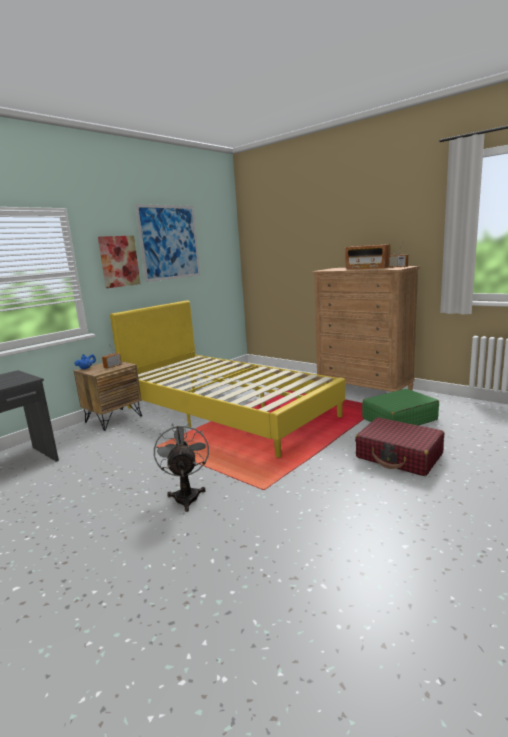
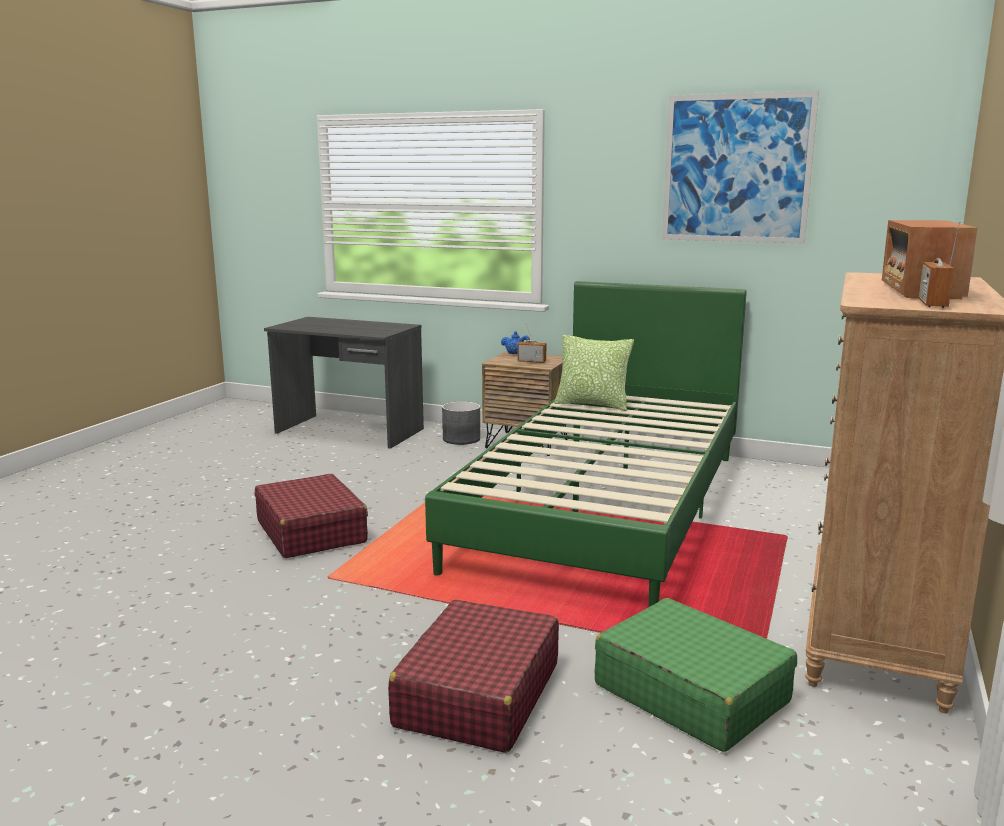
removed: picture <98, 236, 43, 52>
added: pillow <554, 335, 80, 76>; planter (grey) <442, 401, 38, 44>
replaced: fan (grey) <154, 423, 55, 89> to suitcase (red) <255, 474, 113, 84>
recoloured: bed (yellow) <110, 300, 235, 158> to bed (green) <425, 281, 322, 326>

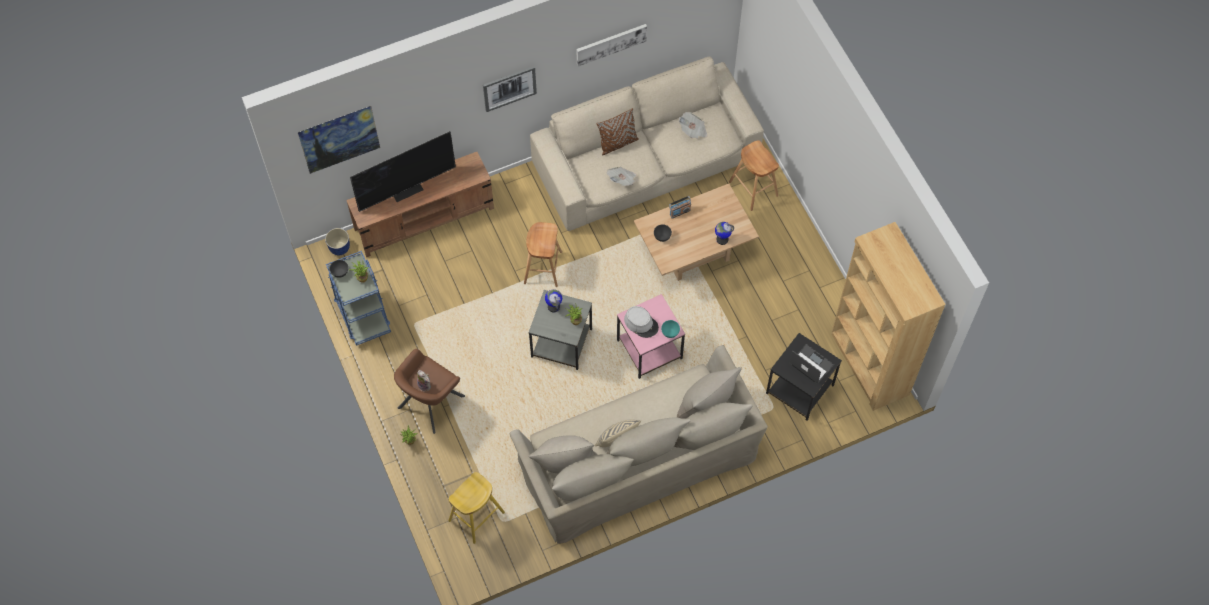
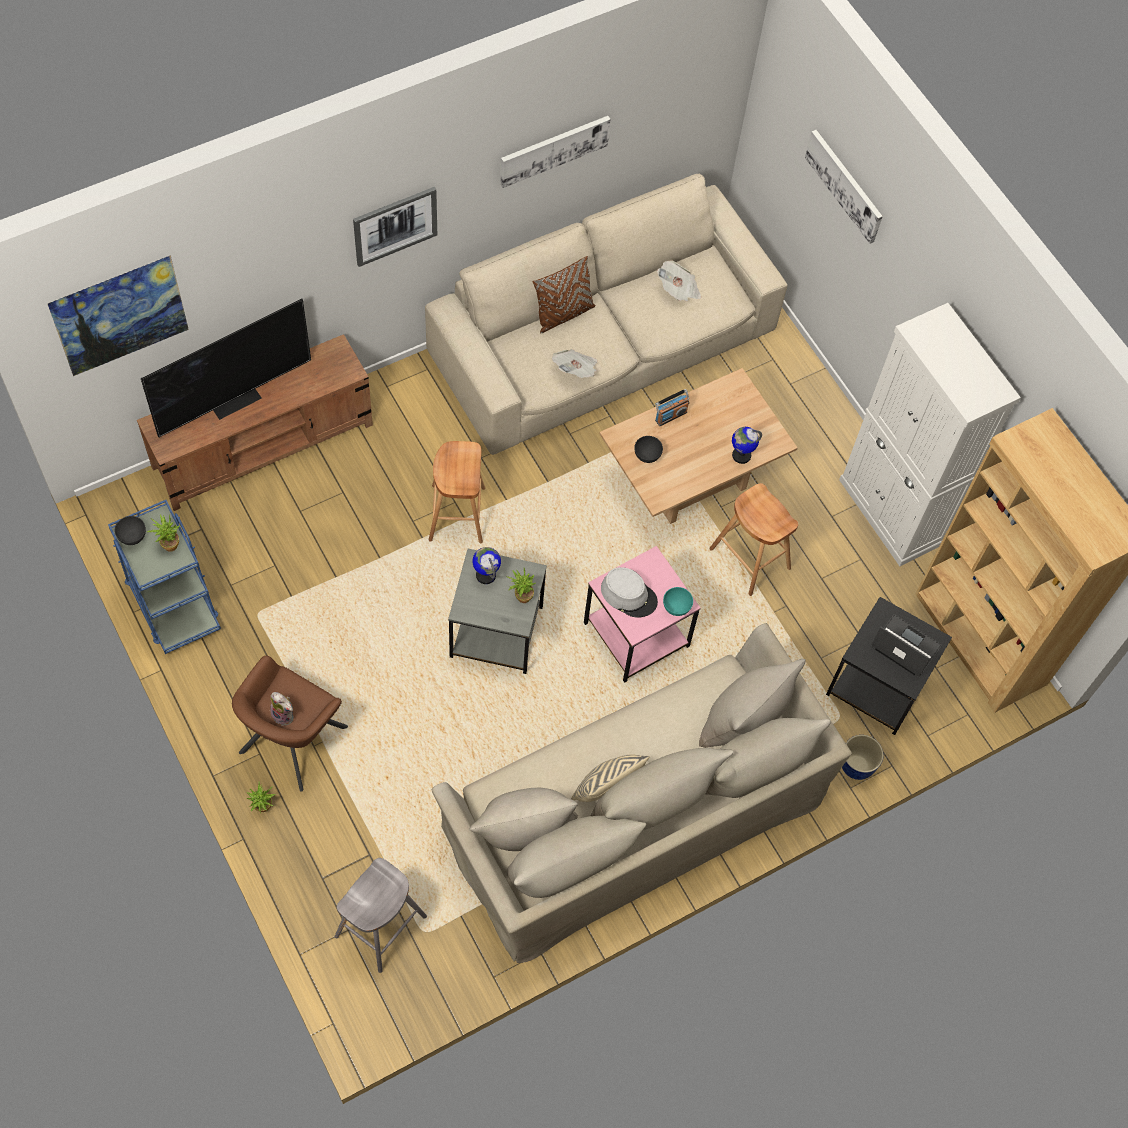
added: picture <805, 130, 78, 114>; cabinet (white) <839, 303, 182, 263>
moved: stool (brown) <729, 140, 50, 71> to <709, 483, 89, 113>; planter <325, 228, 25, 27> to <842, 735, 42, 45>
recoloured: stool (yellow) <448, 472, 57, 72> to stool (grey) <335, 858, 92, 115>

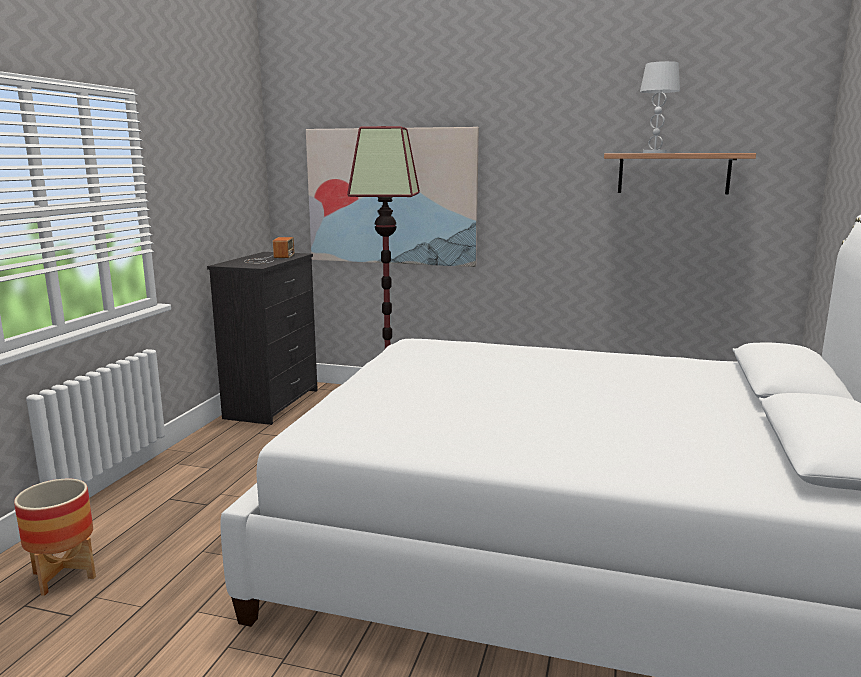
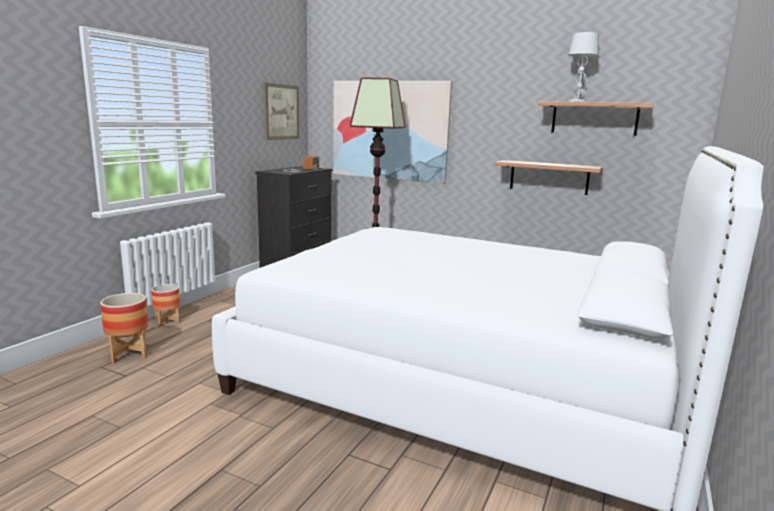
added: picture <264, 83, 35, 57>; shelf <495, 160, 108, 35>; planter <151, 284, 29, 43>

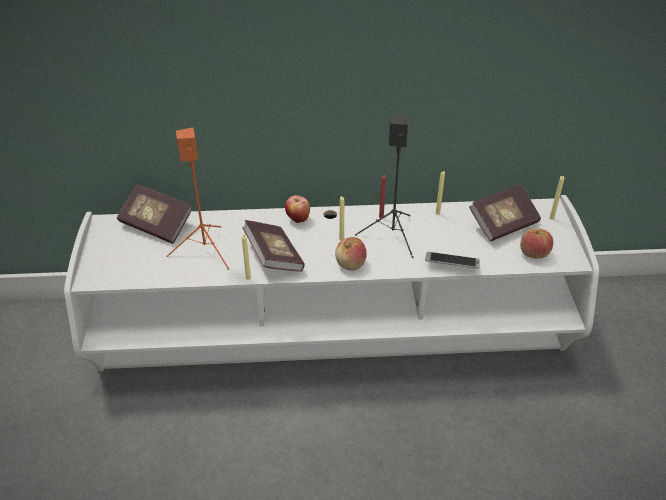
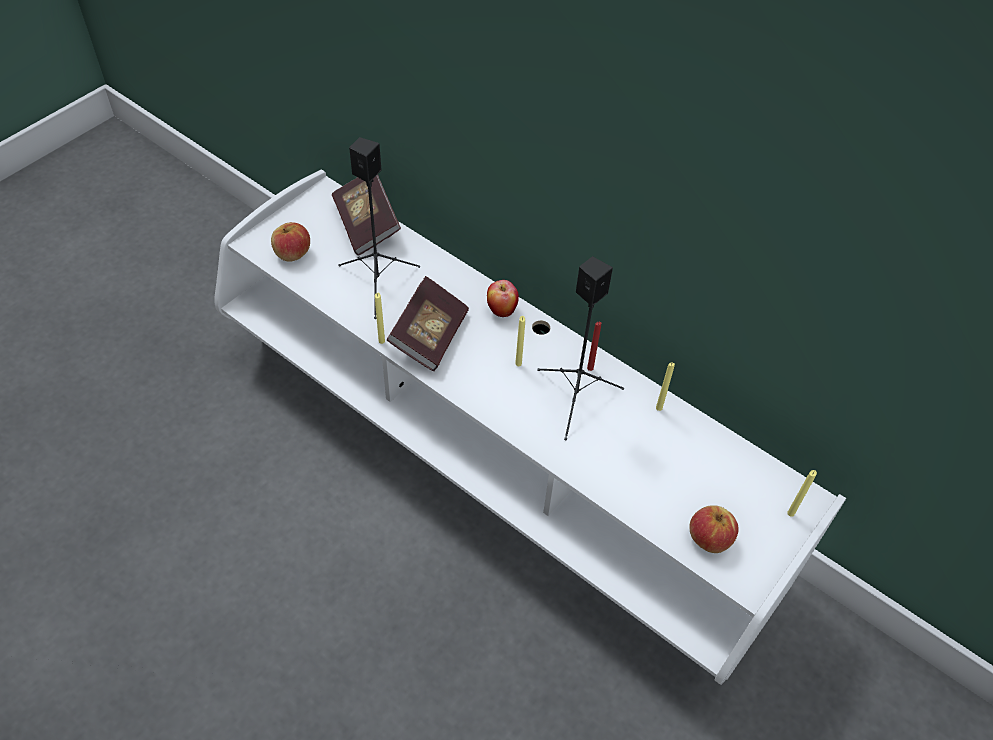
removed: book <469, 184, 72, 58>; phone <425, 252, 55, 17>
moved: apple <335, 237, 32, 33> to <271, 222, 39, 40>
recoloured: speaker (orange) <167, 127, 62, 143> to speaker (black) <338, 137, 82, 182>

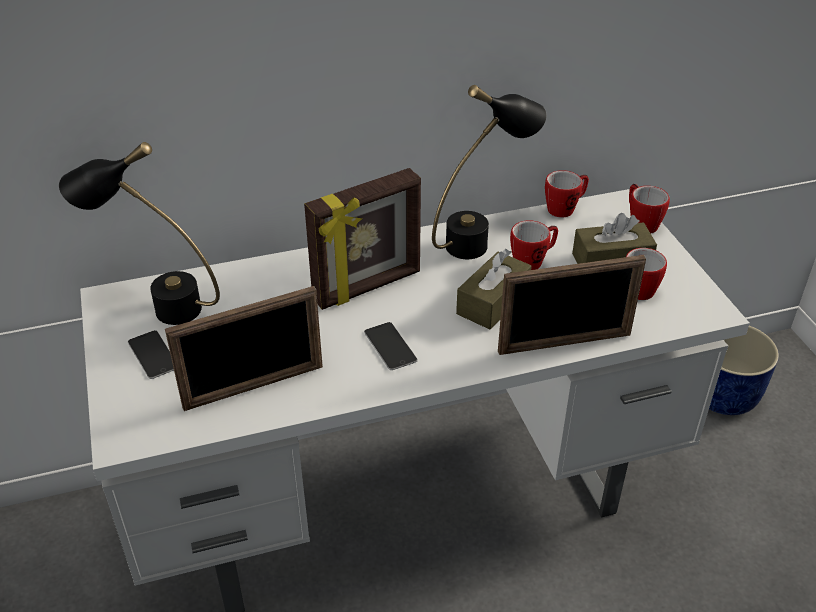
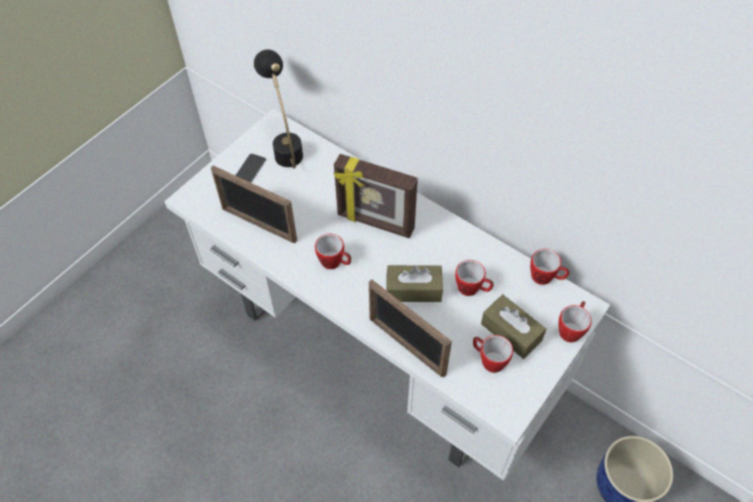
removed: table lamp (black) <432, 85, 115, 174>
replaced: phone <364, 322, 54, 48> to mug <315, 233, 36, 36>

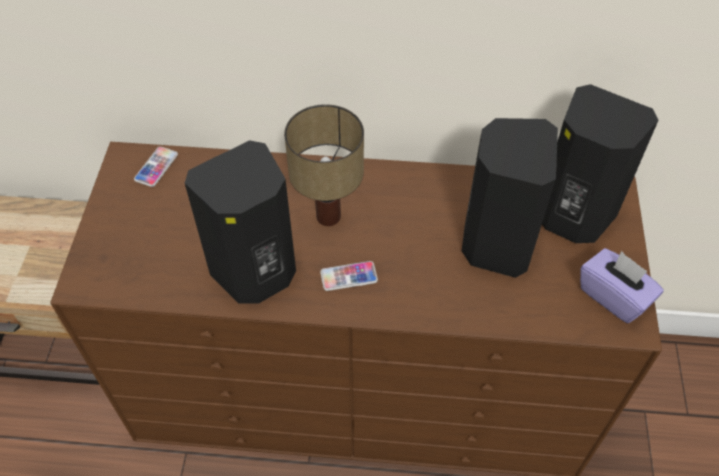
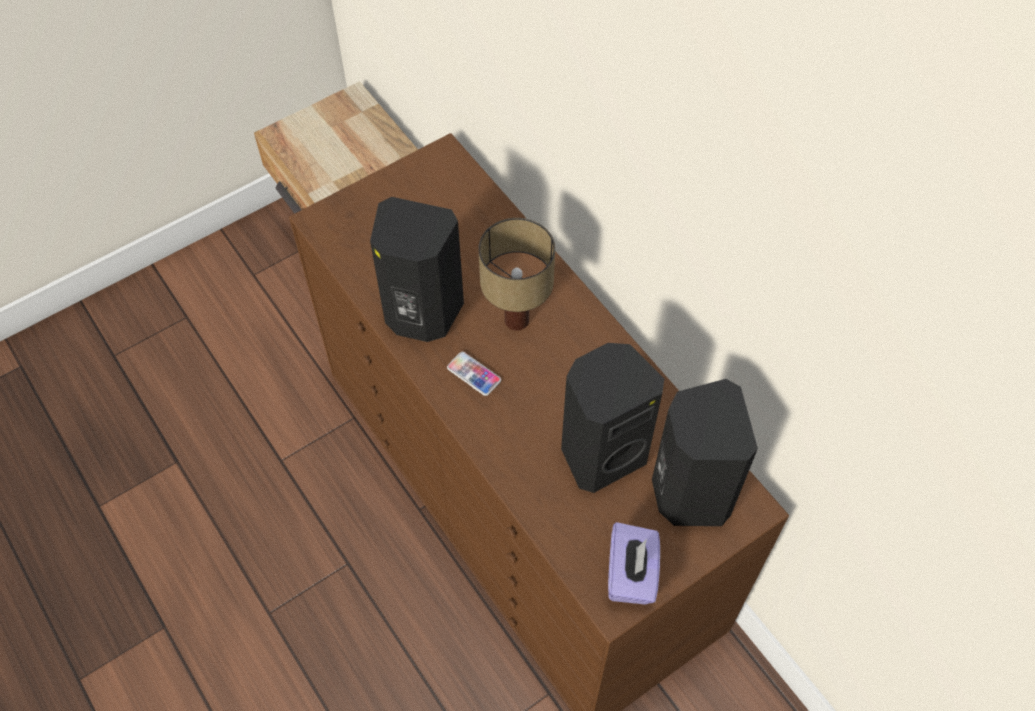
removed: phone <134, 146, 44, 41>

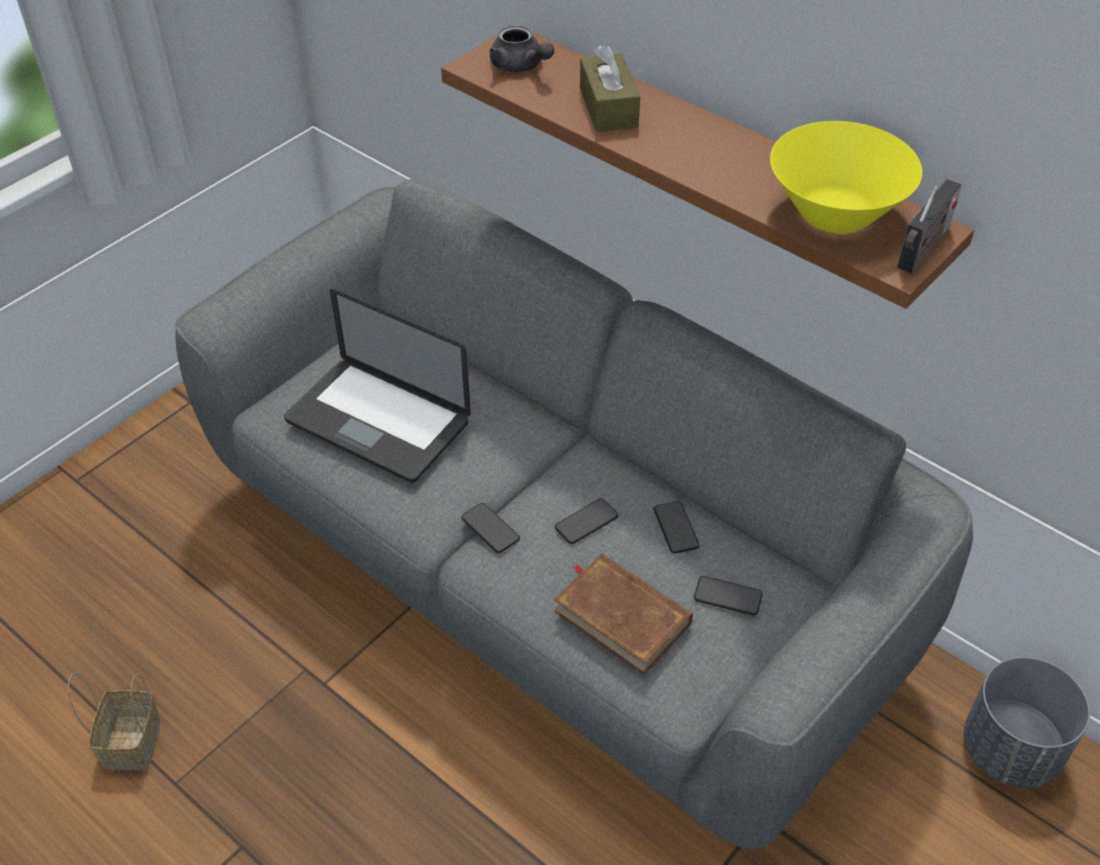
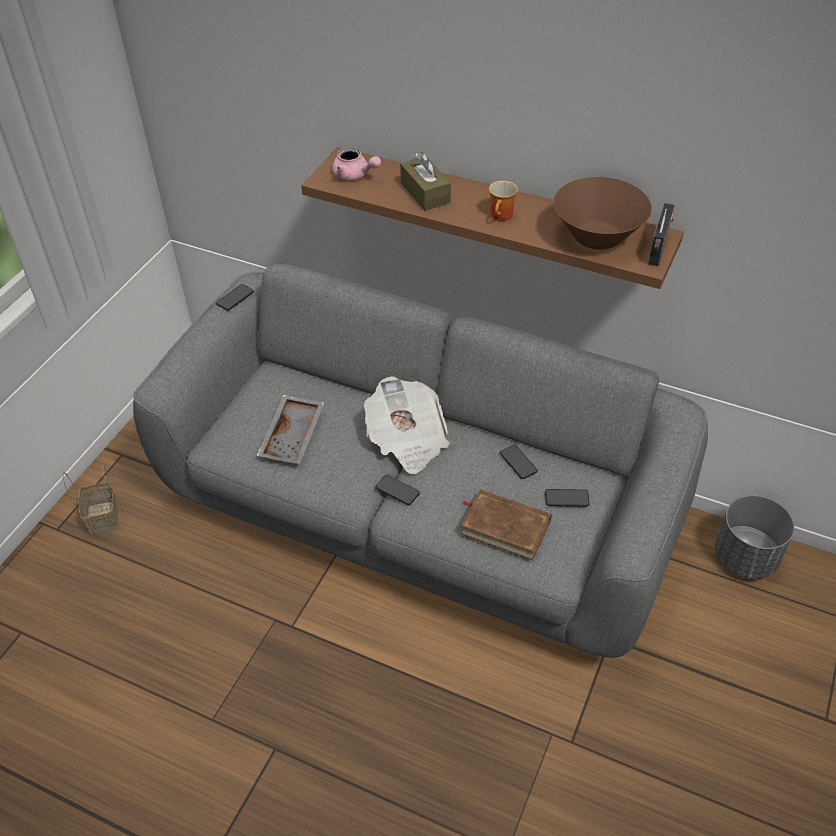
added: mug <489, 181, 29, 40>; newspaper <364, 376, 86, 98>
moved: phone <555, 498, 63, 46> to <216, 284, 38, 27>; basket <68, 673, 93, 97> to <63, 465, 55, 69>
replaced: laptop <284, 289, 187, 194> to tray (grey) <257, 395, 68, 69>
recoloured: teapot (grey) <489, 25, 65, 48> to teapot (pink) <332, 147, 49, 33>; bowl (yellow) <770, 121, 152, 112> to bowl (brown) <554, 177, 98, 73>

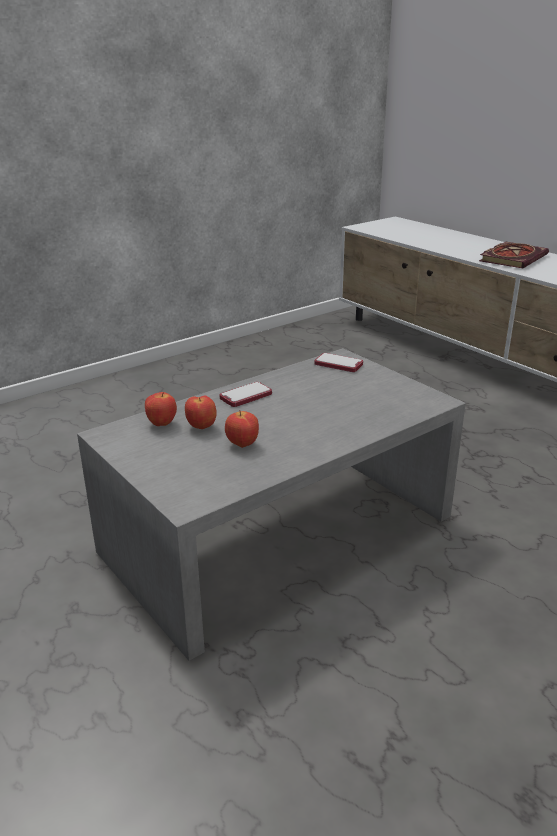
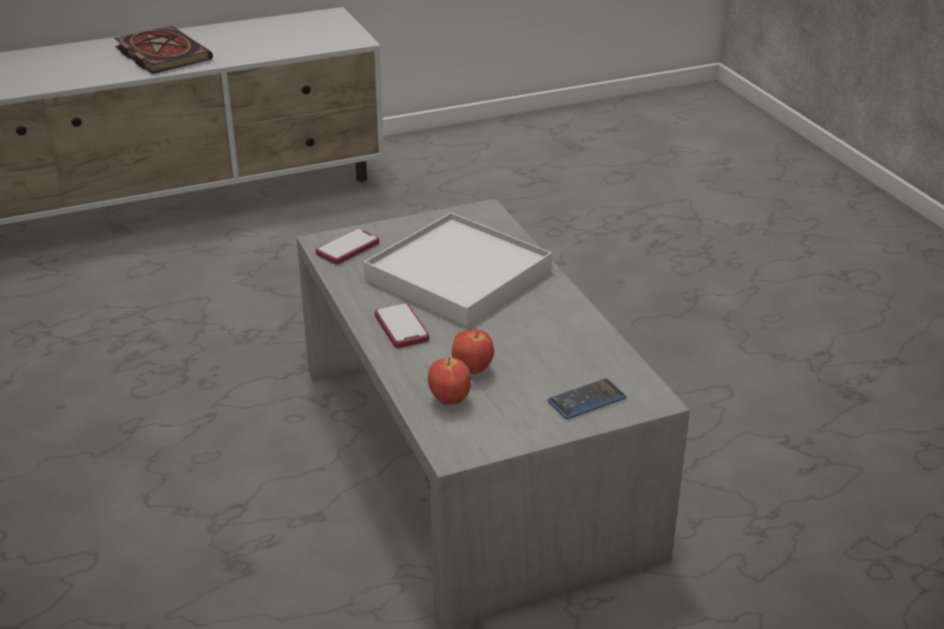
removed: apple <225, 411, 34, 37>
added: tray (white) <364, 213, 188, 113>; phone <547, 378, 80, 41>

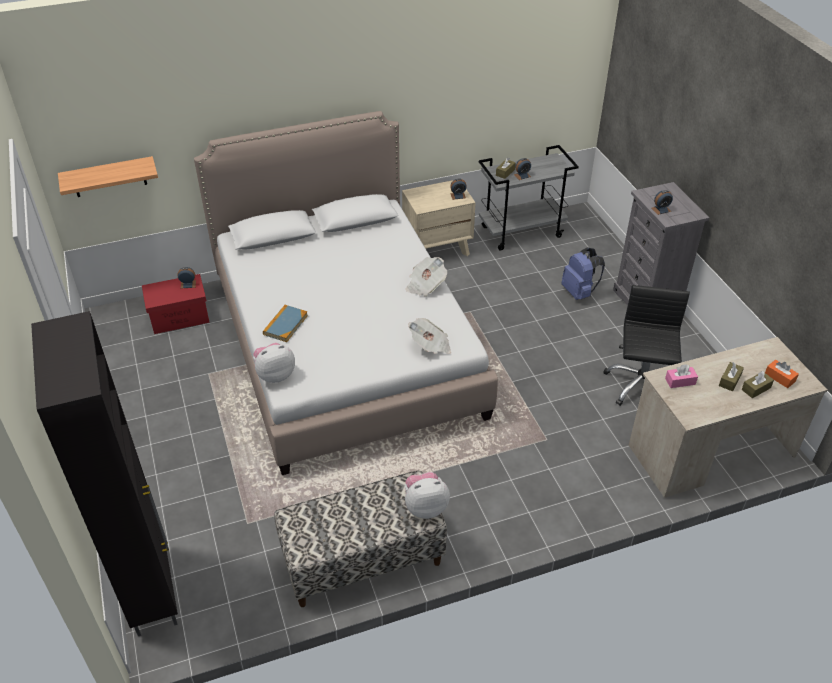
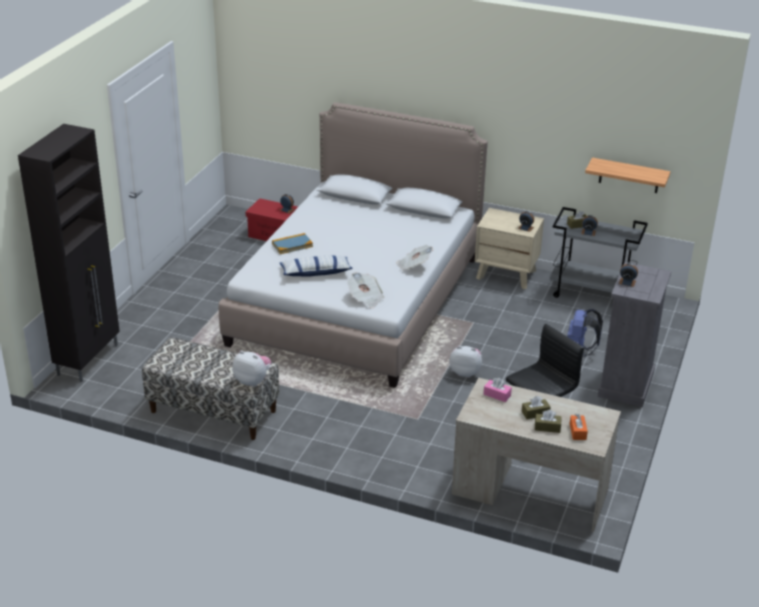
added: pillow <280, 256, 73, 20>
moved: shelf <58, 156, 100, 41> to <585, 157, 86, 36>; plush toy <253, 342, 42, 41> to <449, 346, 33, 31>

